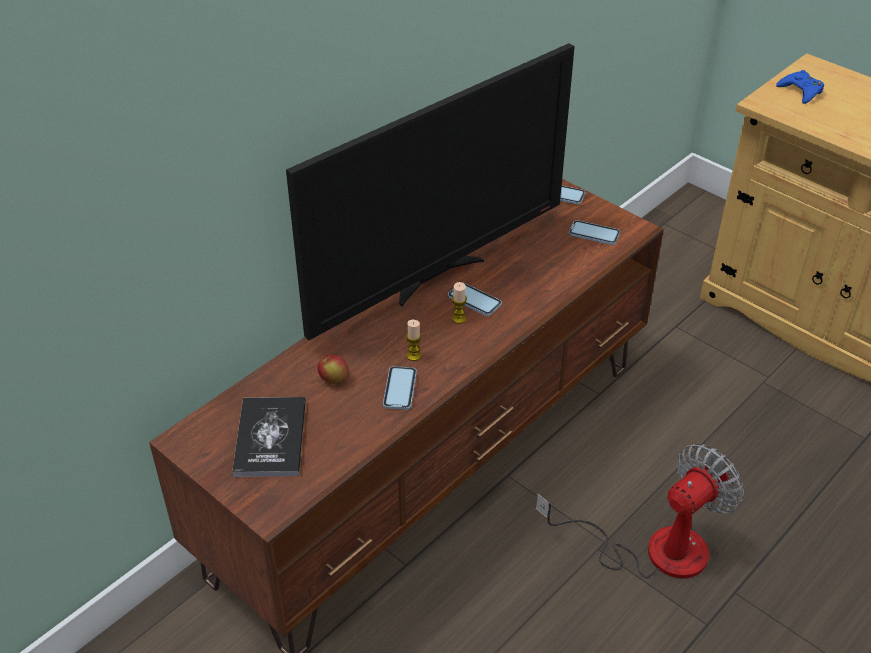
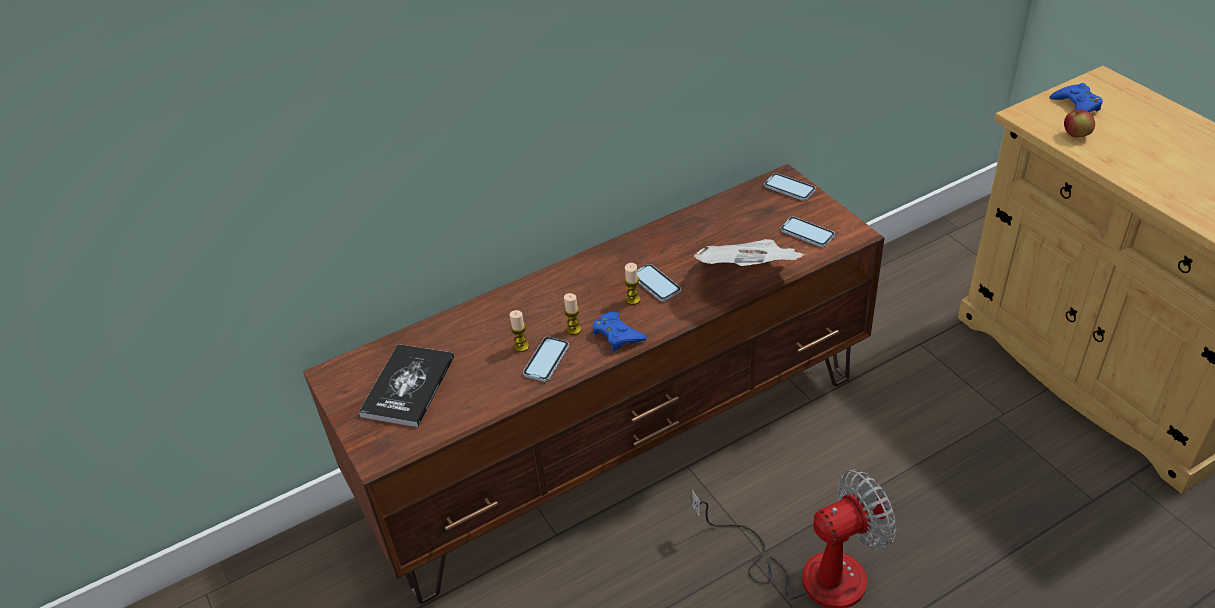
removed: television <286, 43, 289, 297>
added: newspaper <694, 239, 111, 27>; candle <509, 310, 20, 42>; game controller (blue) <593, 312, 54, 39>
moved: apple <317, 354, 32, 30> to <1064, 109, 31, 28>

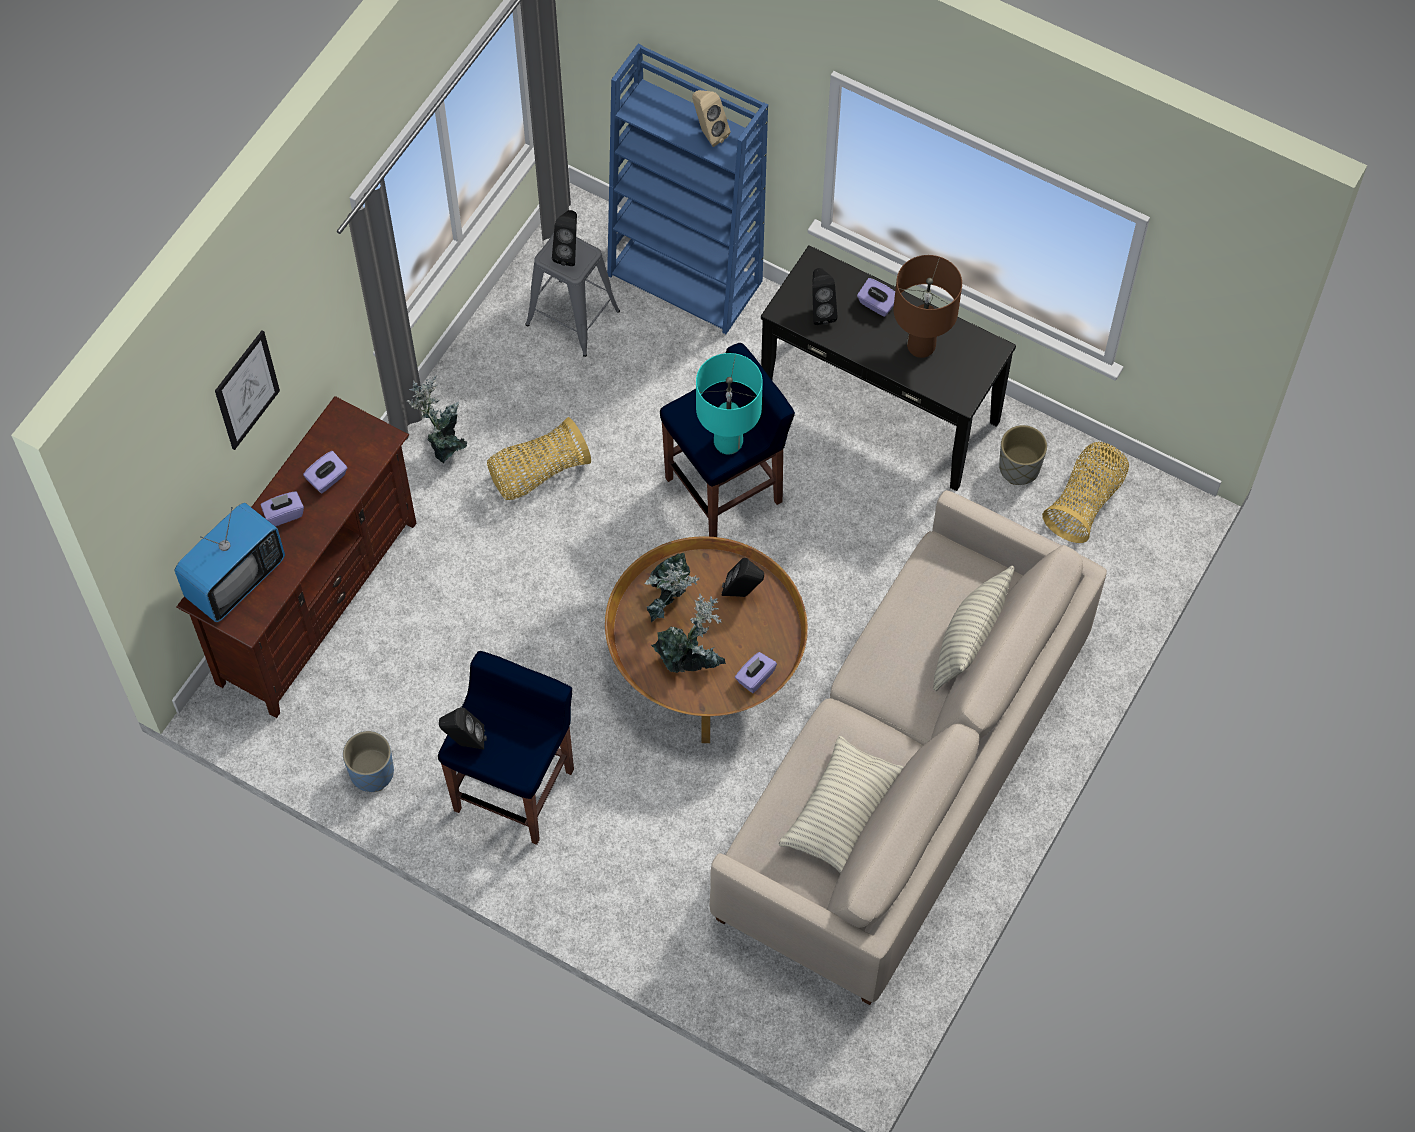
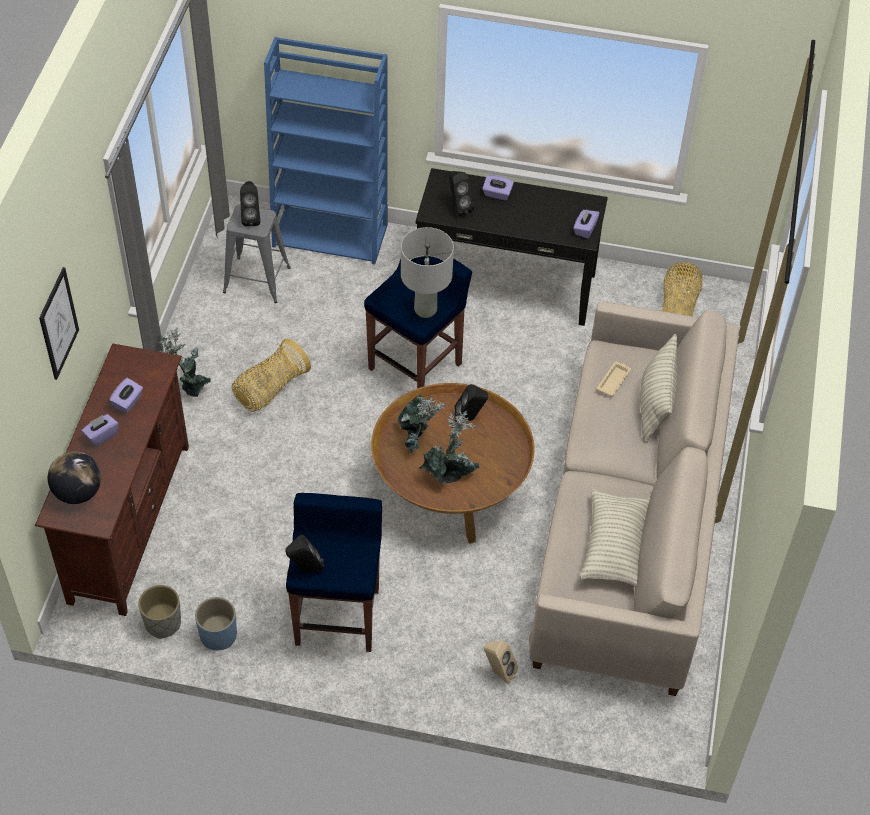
removed: table lamp (brown) <893, 255, 69, 103>
added: tray (beige) <597, 362, 34, 34>
moved: speaker (beige) <692, 90, 38, 57> to <484, 641, 34, 43>; planter (grey) <999, 425, 48, 60> to <138, 585, 43, 54>; tissue box (purple) <735, 652, 42, 41> to <573, 210, 27, 29>
replaced: television <175, 503, 110, 119> to globe <48, 451, 53, 53>
recoloured: table lamp (turquoise) <696, 353, 67, 101> to table lamp (grey) <401, 227, 53, 91>

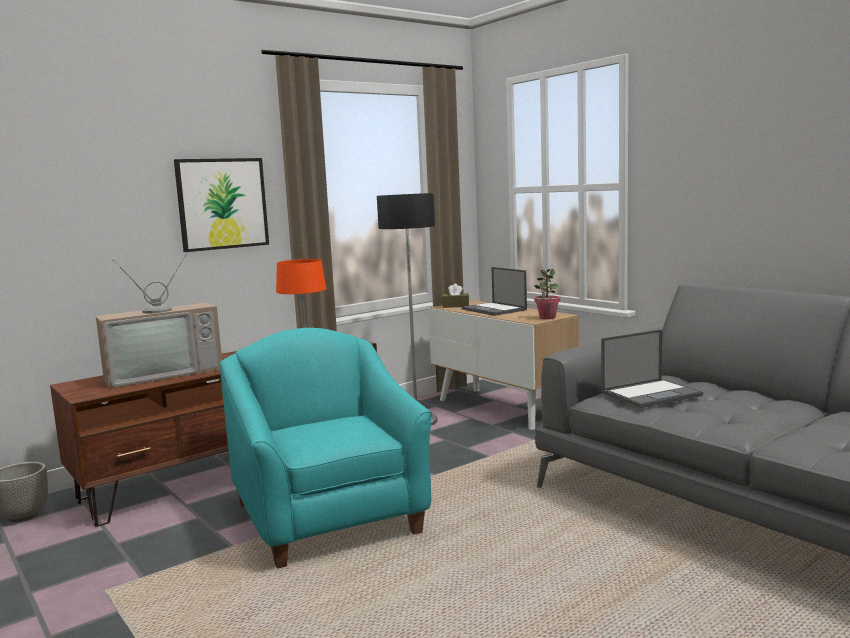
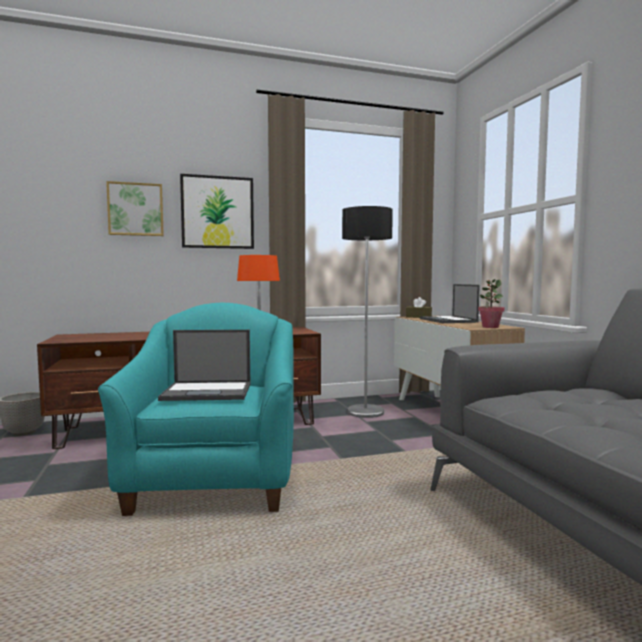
removed: television <96, 253, 126, 135>
added: picture <106, 181, 58, 55>
moved: laptop <601, 329, 102, 79> to <158, 330, 92, 71>

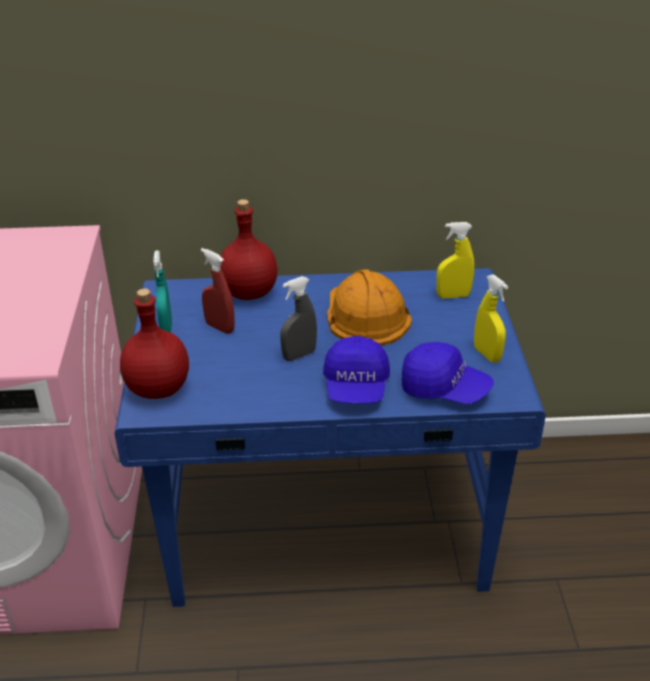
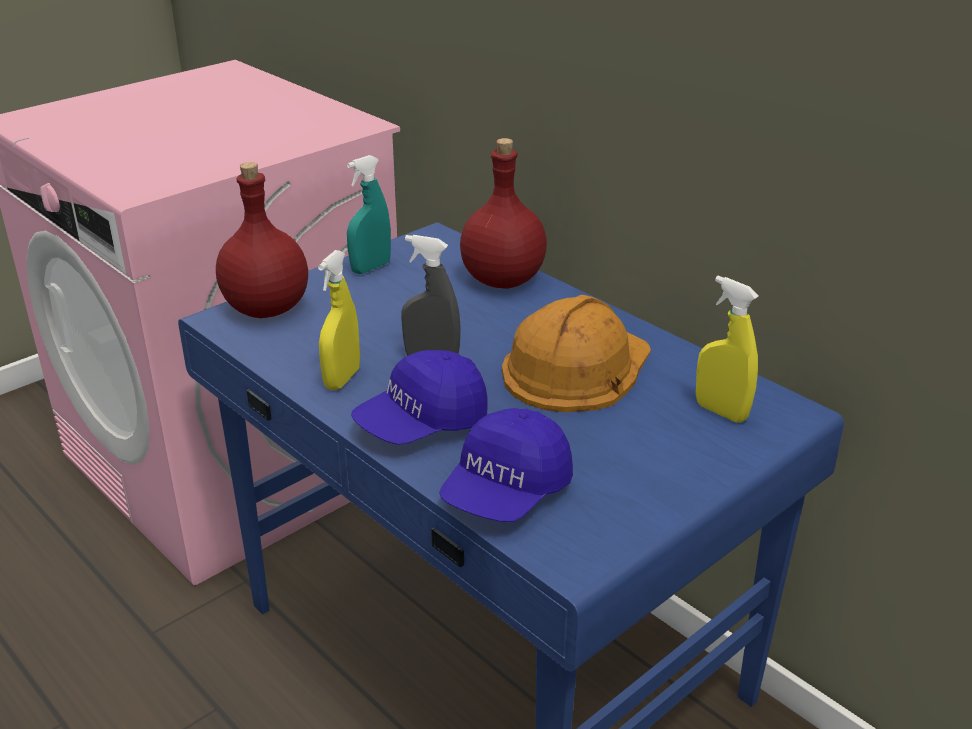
removed: spray bottle (red) <201, 248, 34, 86>
moved: spray bottle (yellow) <474, 274, 34, 89> to <318, 250, 42, 140>
turned: cap (blue) <402, 342, 92, 62> = <439, 408, 134, 114> 45 degrees clockwise

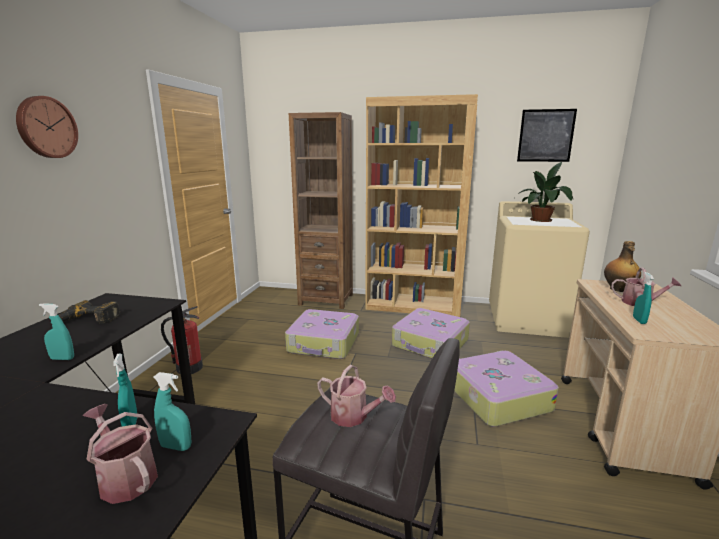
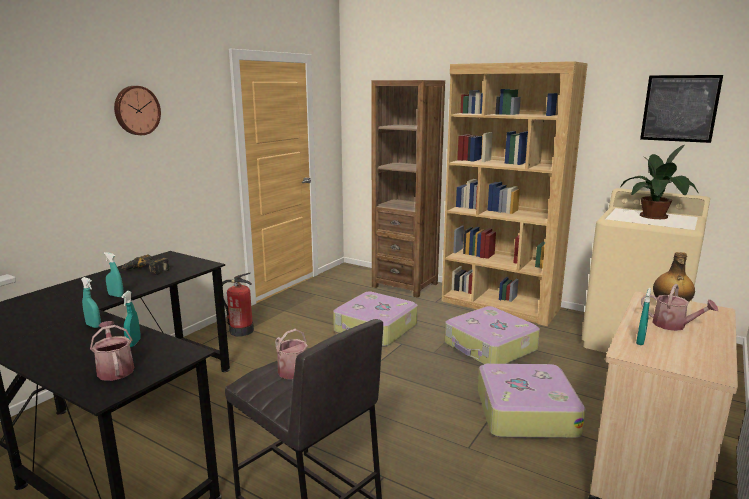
moved: spray bottle (turquoise) <154, 372, 37, 79> to <81, 277, 20, 51>

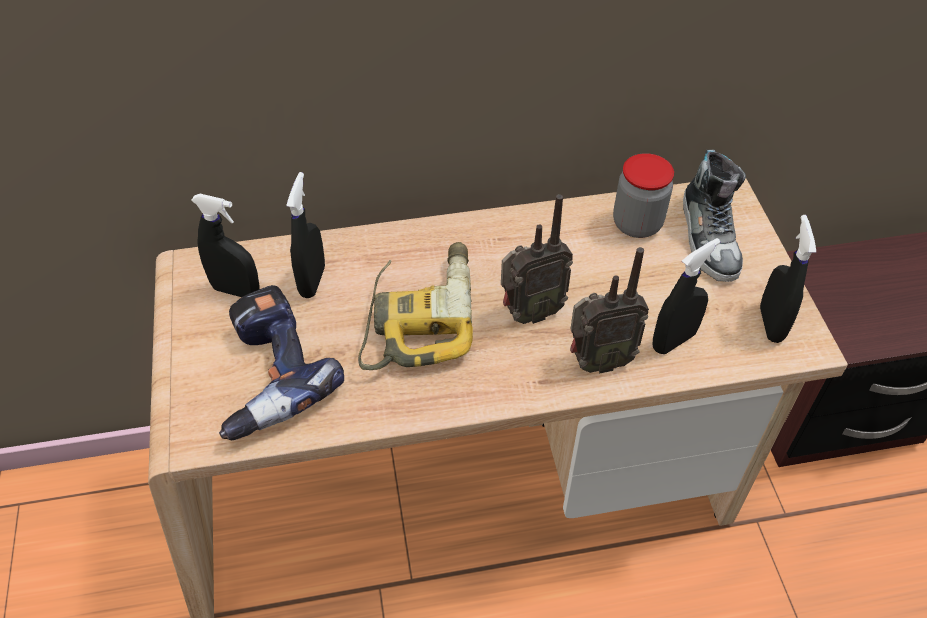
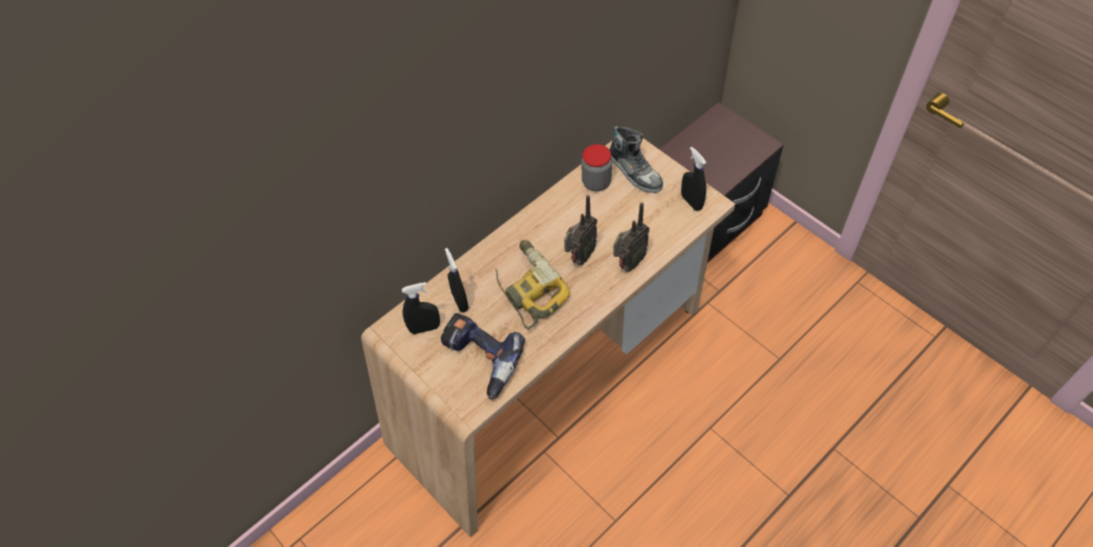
removed: spray bottle (black) <652, 238, 68, 116>

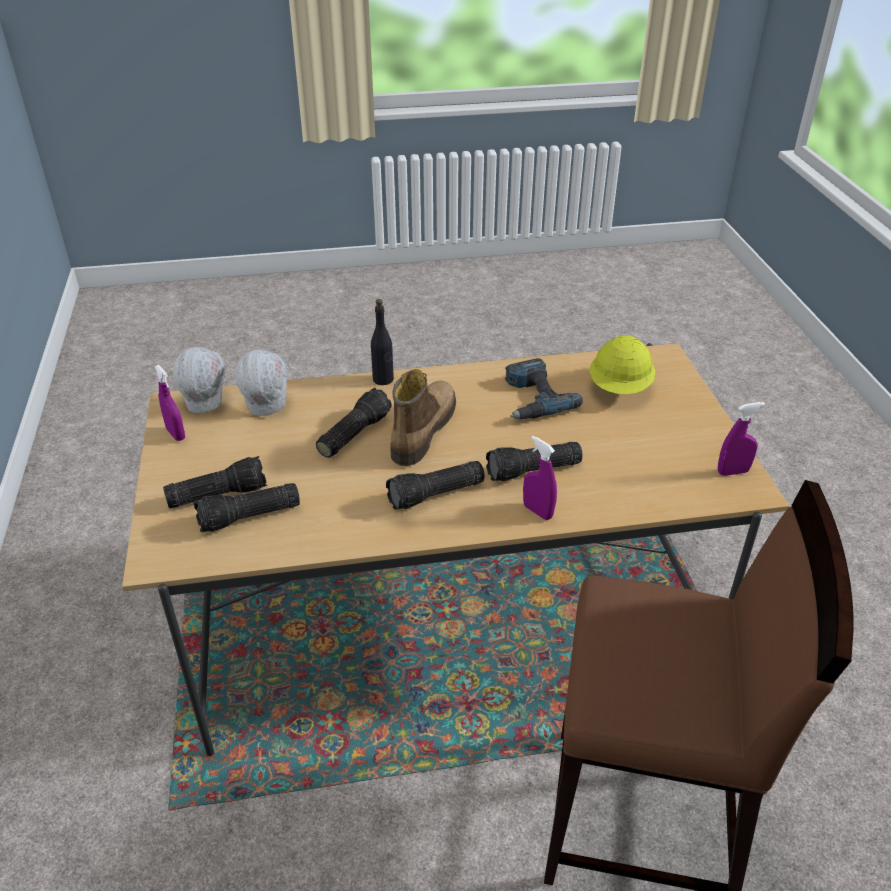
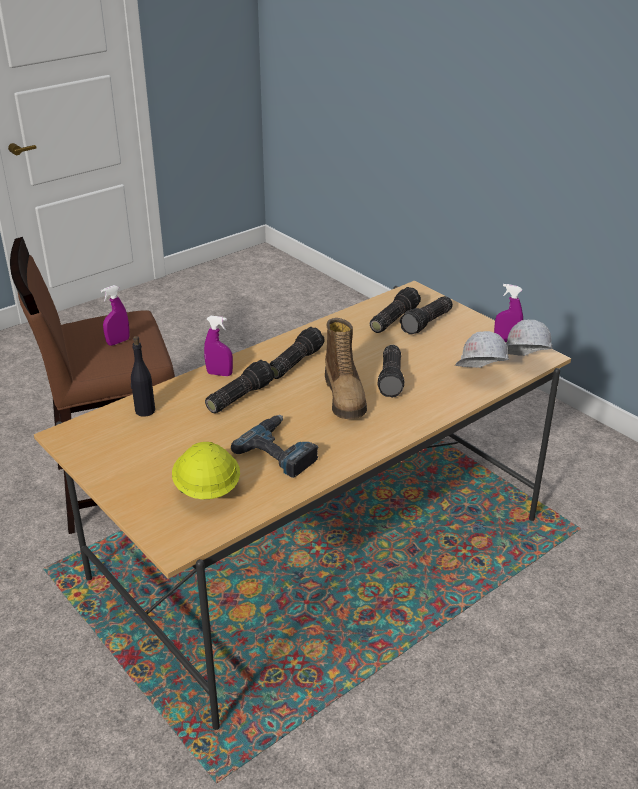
moved: bottle (black) <371, 299, 23, 86> to <131, 336, 24, 81>; spray bottle (purple) <718, 402, 47, 74> to <101, 285, 29, 61>

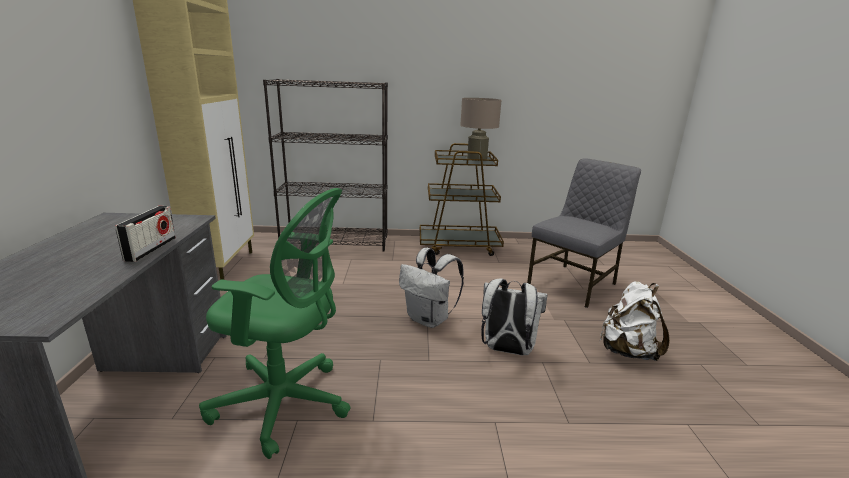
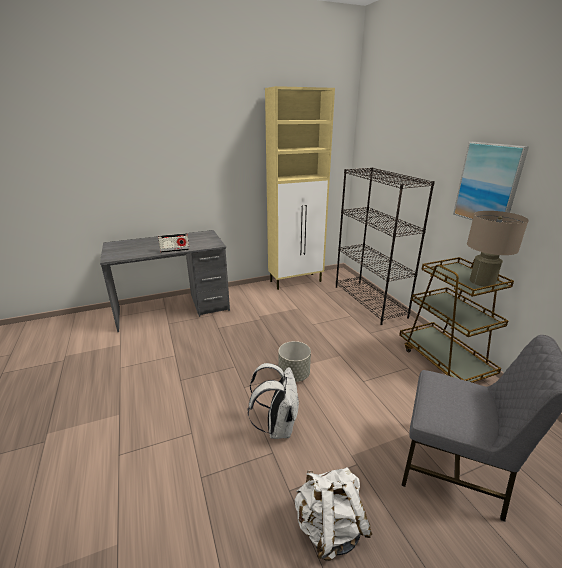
removed: office chair (green) <199, 188, 152, 271>
added: picture <453, 142, 76, 78>
replaced: backpack (white) <399, 248, 65, 80> to planter (grey) <278, 341, 33, 41>

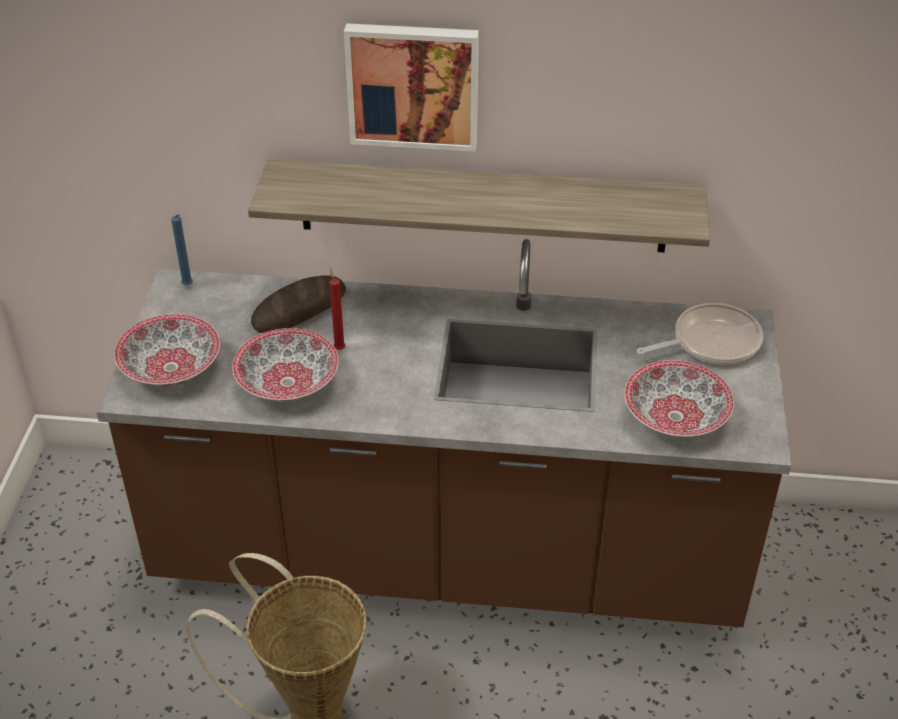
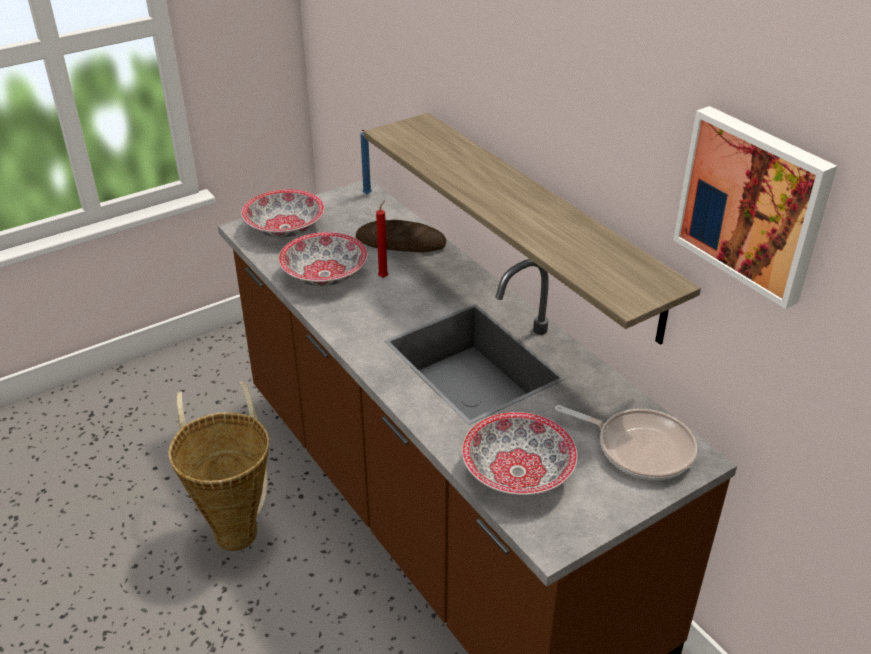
moved: picture <344, 23, 135, 129> to <673, 106, 164, 203>

